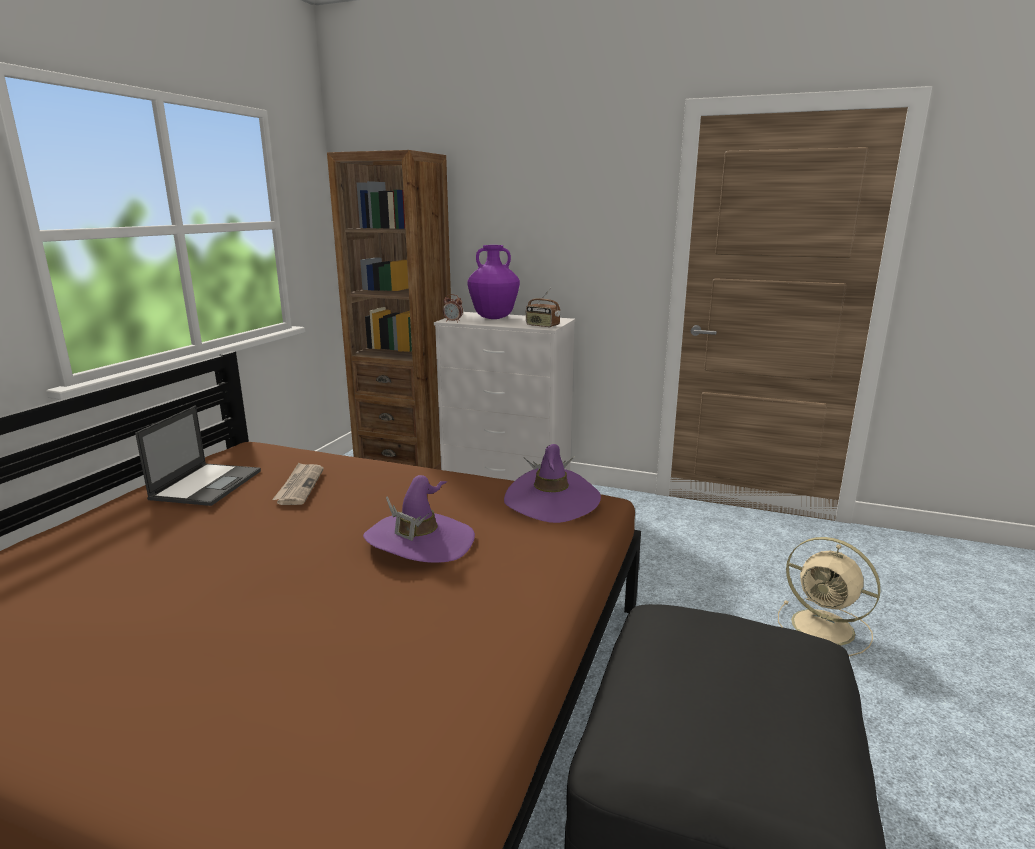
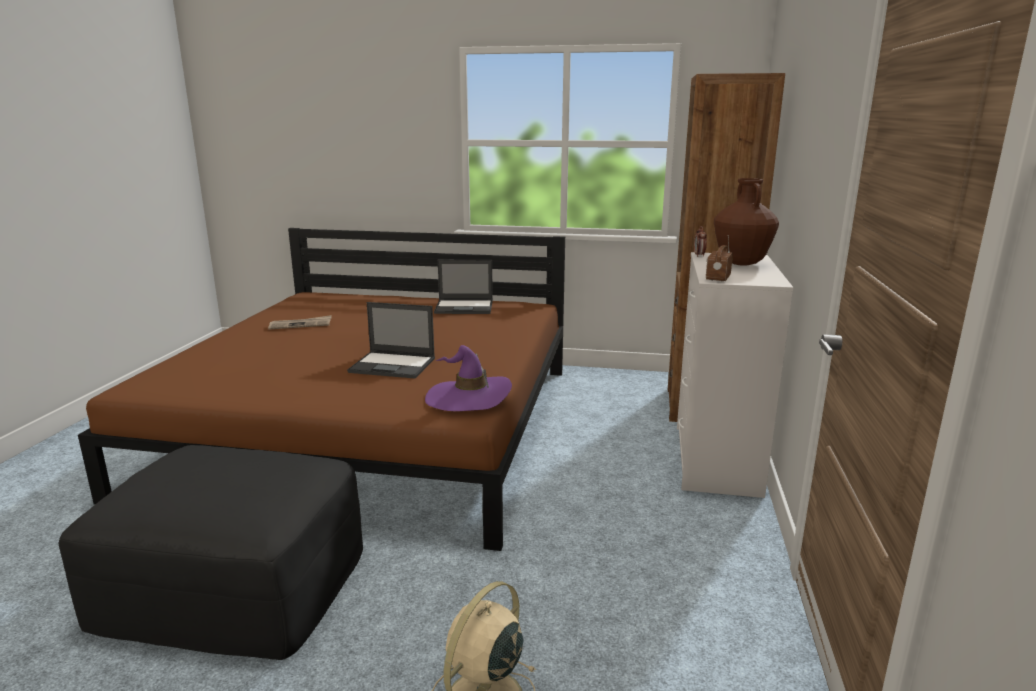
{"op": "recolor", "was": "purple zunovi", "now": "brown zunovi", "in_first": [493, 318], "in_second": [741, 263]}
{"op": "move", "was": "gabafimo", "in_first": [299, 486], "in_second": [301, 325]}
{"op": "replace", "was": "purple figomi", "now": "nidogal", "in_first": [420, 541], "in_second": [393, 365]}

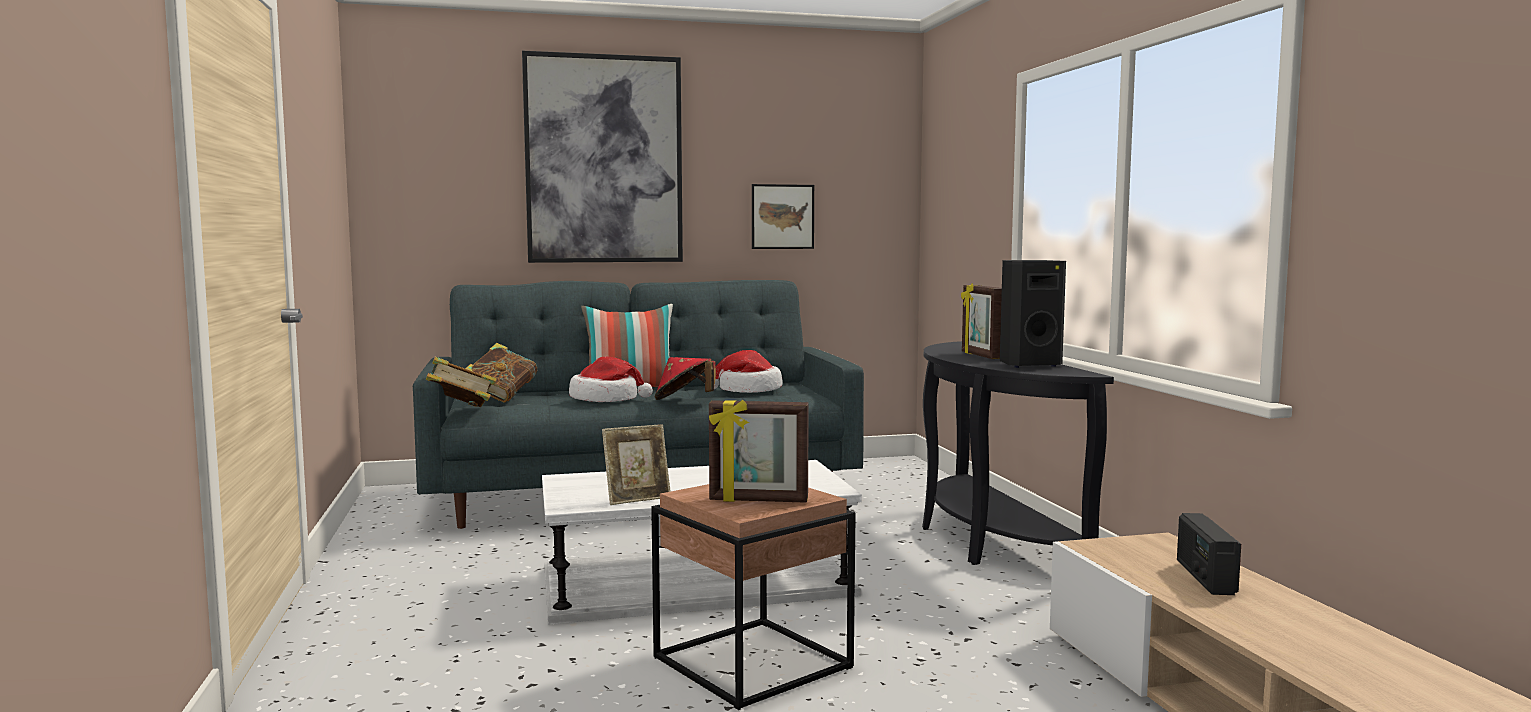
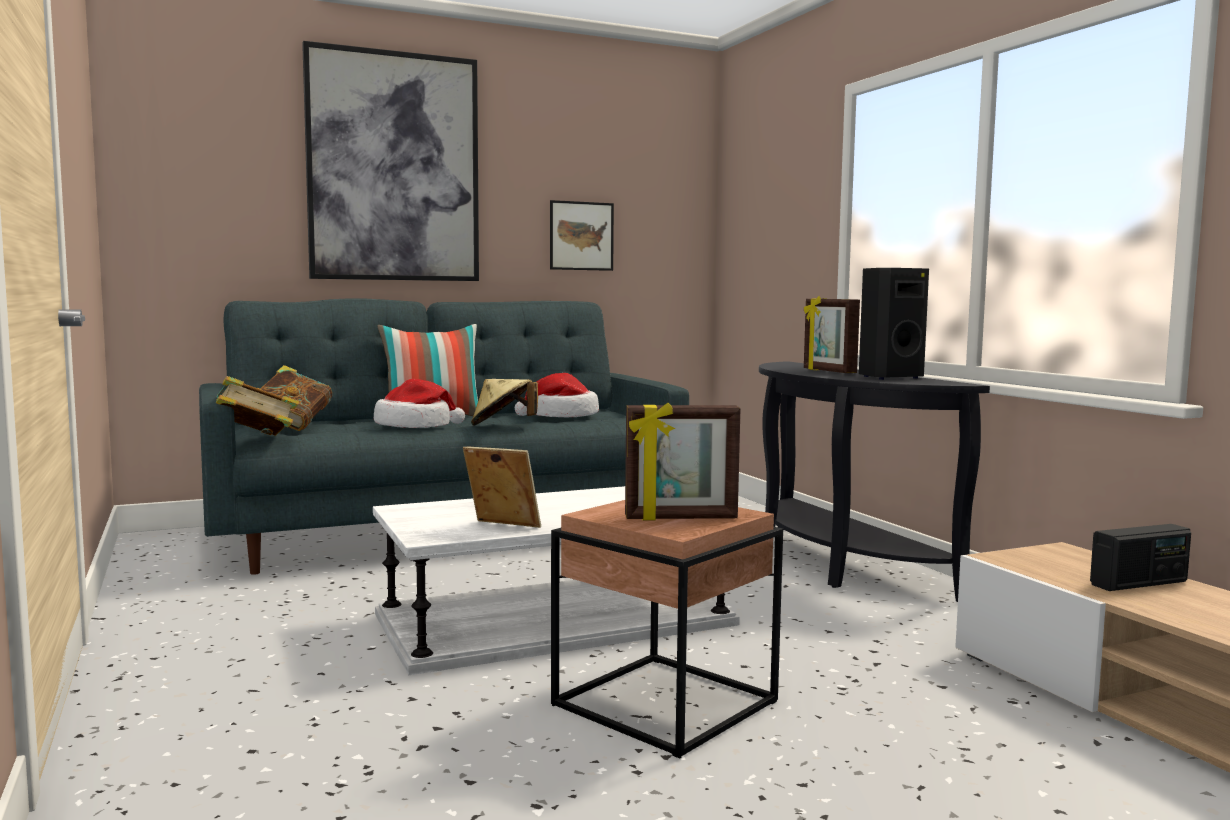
{"op": "recolor", "was": "red figomi", "now": "beige figomi", "in_first": [684, 400], "in_second": [502, 425]}
{"op": "rotate", "was": "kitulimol", "in_first": [637, 499], "in_second": [502, 527], "clockwise": -120}
{"op": "rotate", "was": "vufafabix", "in_first": [1204, 577], "in_second": [1139, 583], "clockwise": -105}

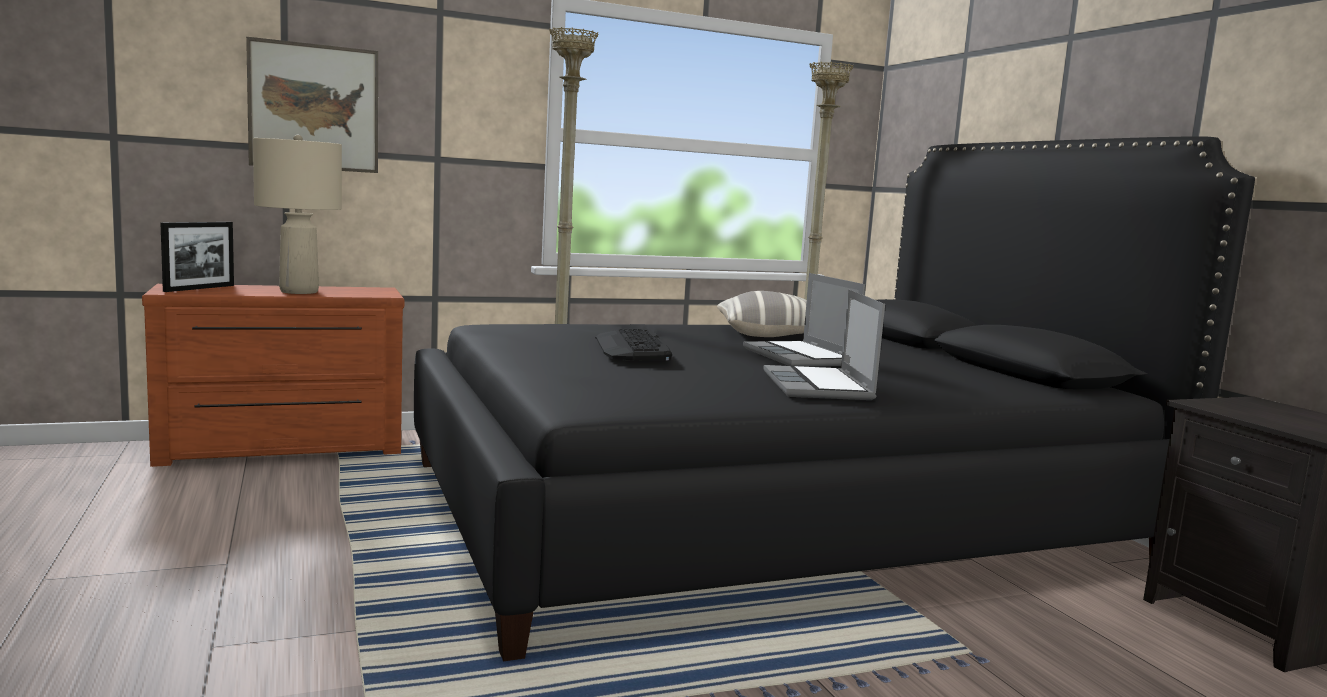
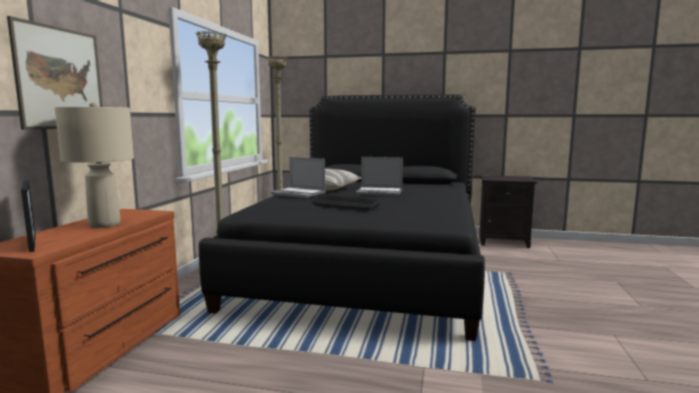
{"op": "move", "was": "nidogal", "in_first": [819, 386], "in_second": [299, 194]}

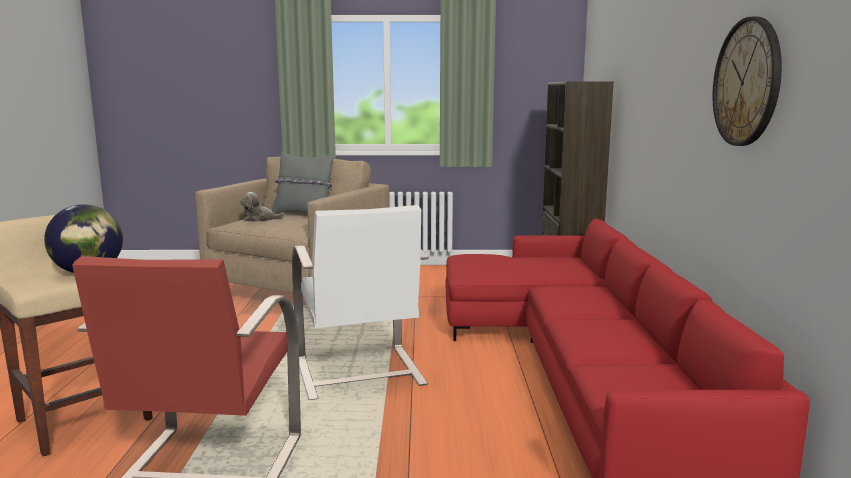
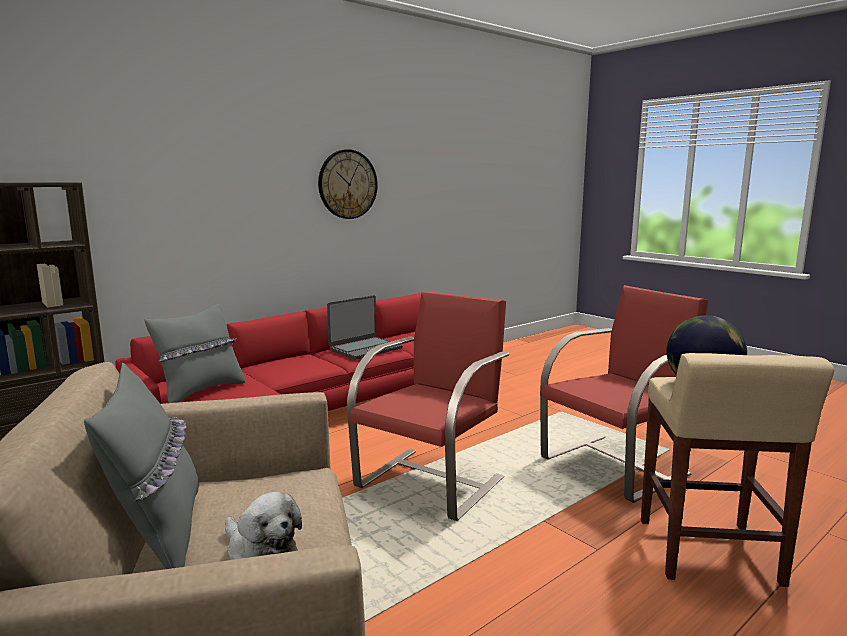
{"op": "recolor", "was": "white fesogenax", "now": "red fesogenax", "in_first": [359, 373], "in_second": [431, 481]}
{"op": "insert", "now": "nidogal", "in_second": [365, 349]}
{"op": "insert", "now": "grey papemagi", "in_second": [201, 392]}

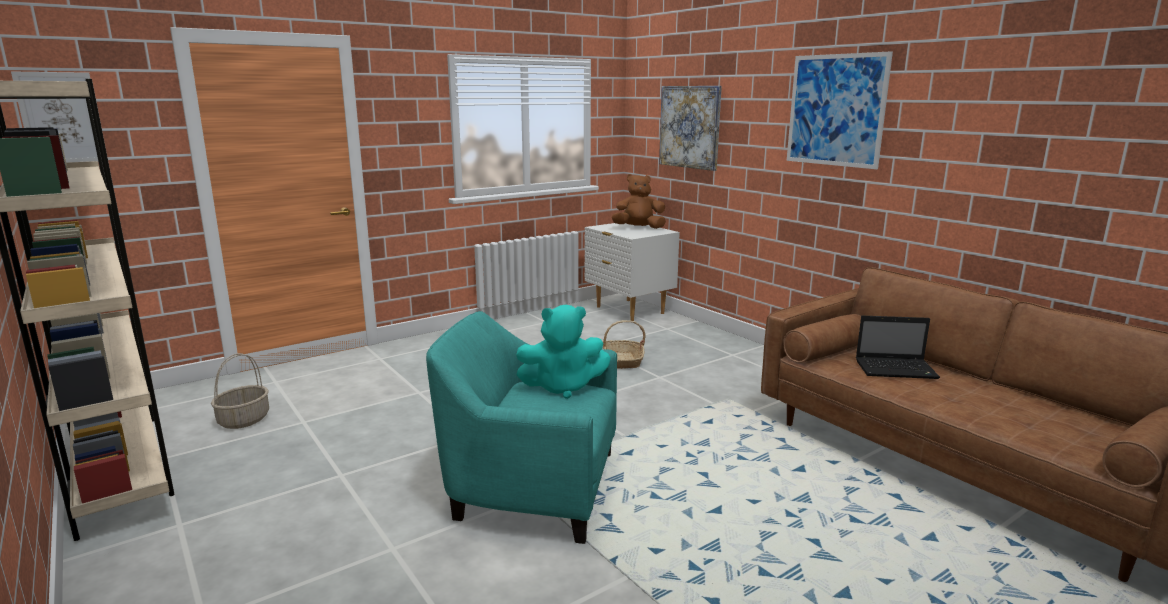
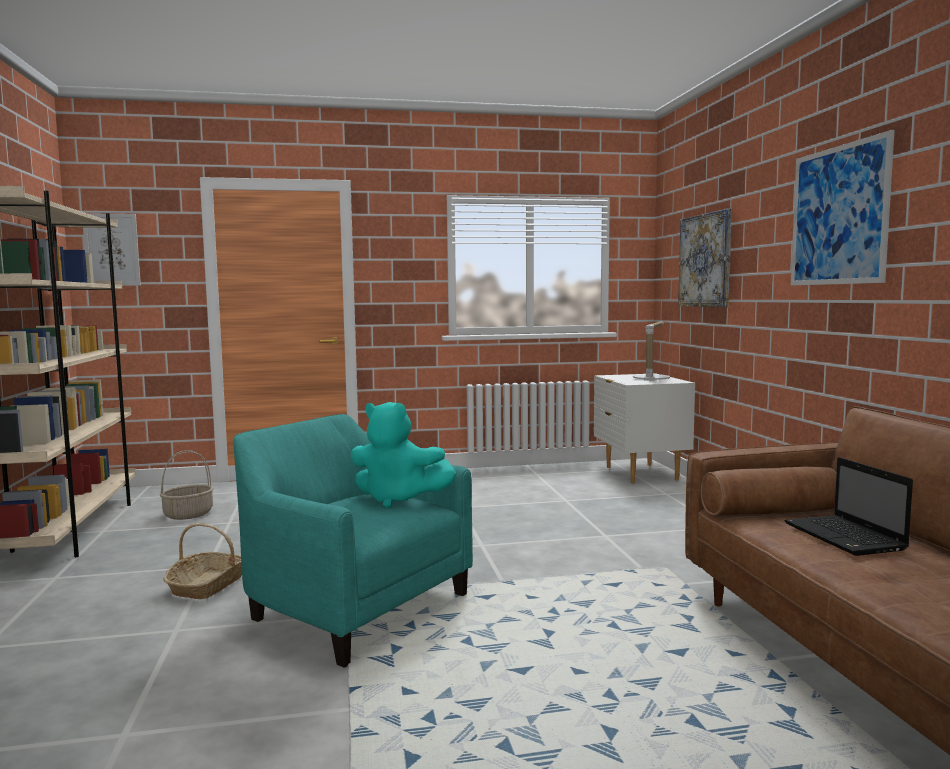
{"op": "replace", "was": "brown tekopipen", "now": "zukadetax", "in_first": [638, 228], "in_second": [652, 378]}
{"op": "rotate", "was": "nidogal", "in_first": [897, 369], "in_second": [846, 537], "clockwise": 45}
{"op": "move", "was": "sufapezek", "in_first": [622, 360], "in_second": [207, 585]}

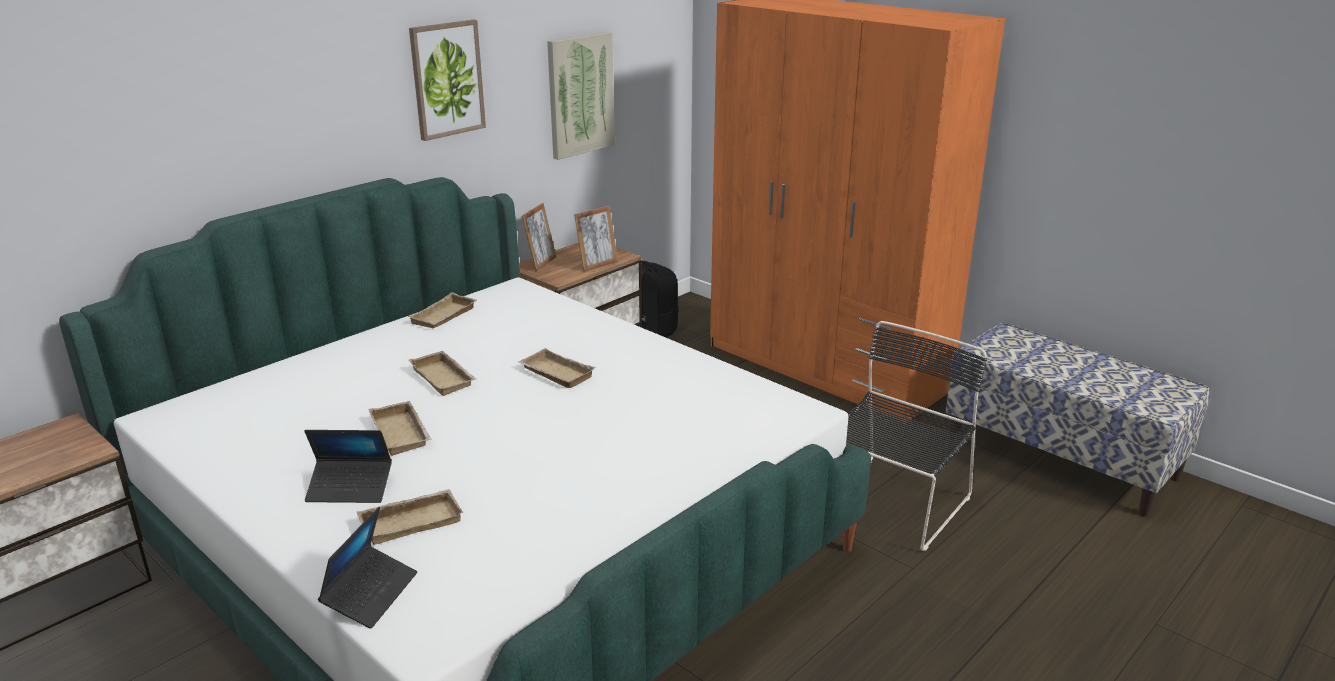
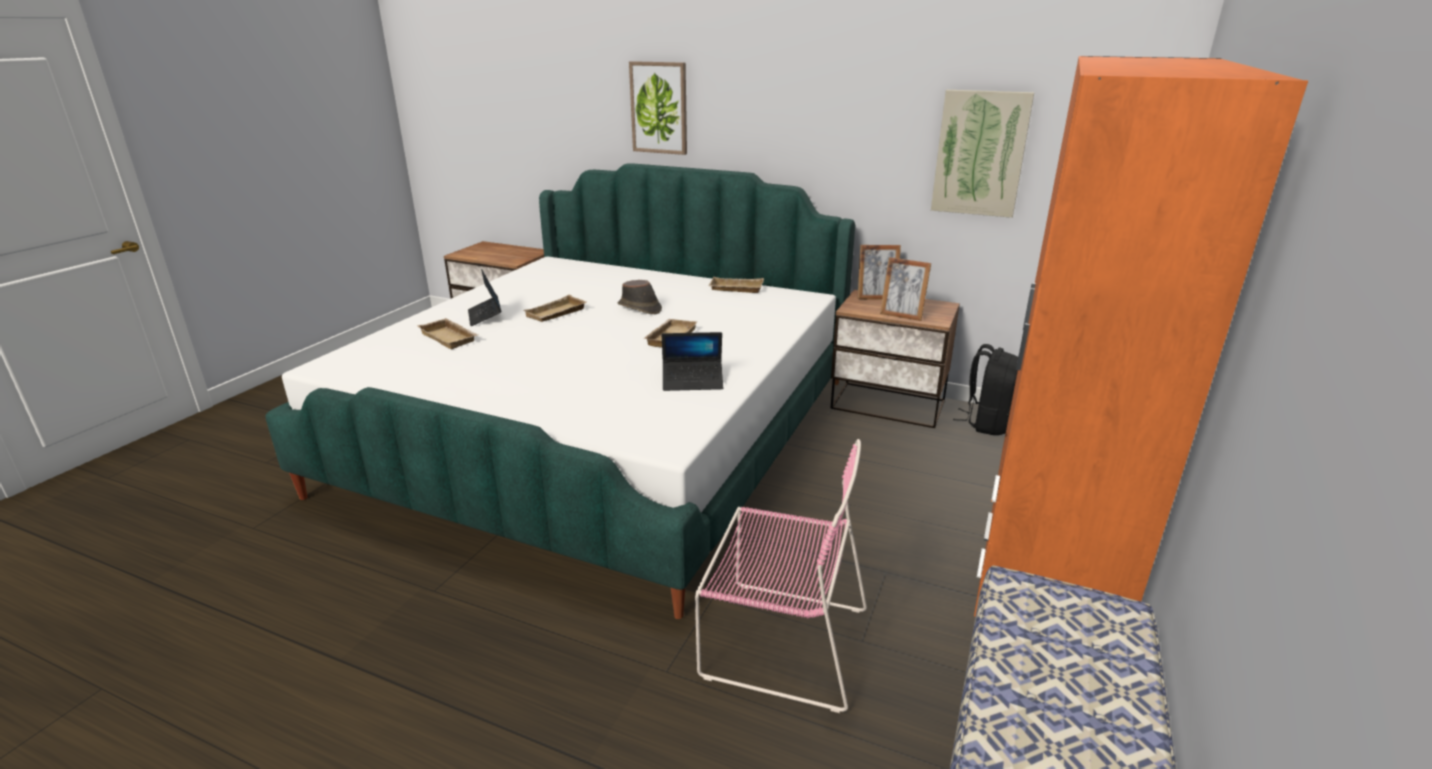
{"op": "move", "was": "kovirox", "in_first": [447, 79], "in_second": [659, 108]}
{"op": "recolor", "was": "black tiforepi", "now": "pink tiforepi", "in_first": [892, 505], "in_second": [779, 640]}
{"op": "replace", "was": "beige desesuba", "now": "brown figomi", "in_first": [445, 378], "in_second": [639, 308]}
{"op": "move", "was": "nidogal", "in_first": [371, 594], "in_second": [693, 381]}

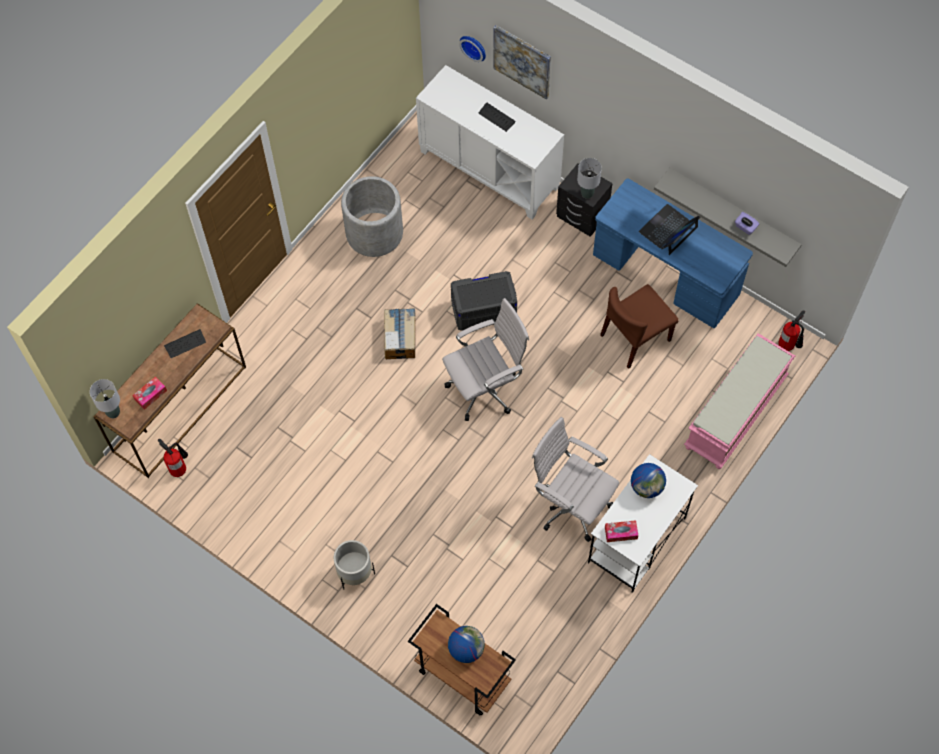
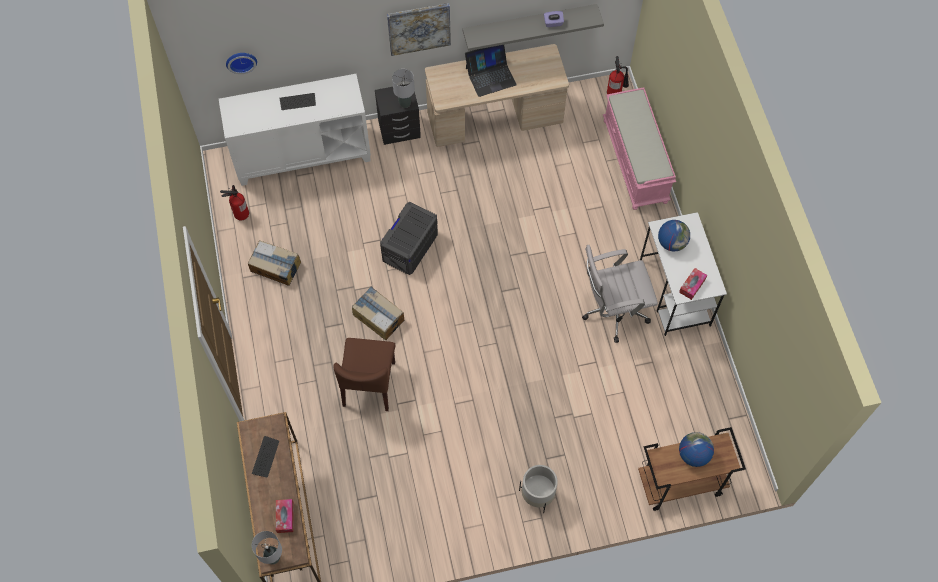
{"op": "move", "was": "kovirox", "in_first": [522, 61], "in_second": [419, 28]}
{"op": "replace", "was": "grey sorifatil", "now": "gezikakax", "in_first": [374, 233], "in_second": [275, 267]}
{"op": "recolor", "was": "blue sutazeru", "now": "beige sutazeru", "in_first": [665, 275], "in_second": [495, 118]}
{"op": "rotate", "was": "nidogal", "in_first": [669, 230], "in_second": [490, 76], "clockwise": -105}
{"op": "move", "was": "brown tiforepi", "in_first": [635, 338], "in_second": [369, 384]}
{"op": "delete", "was": "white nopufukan", "in_first": [485, 388]}
{"op": "move", "was": "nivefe", "in_first": [179, 467], "in_second": [240, 213]}

